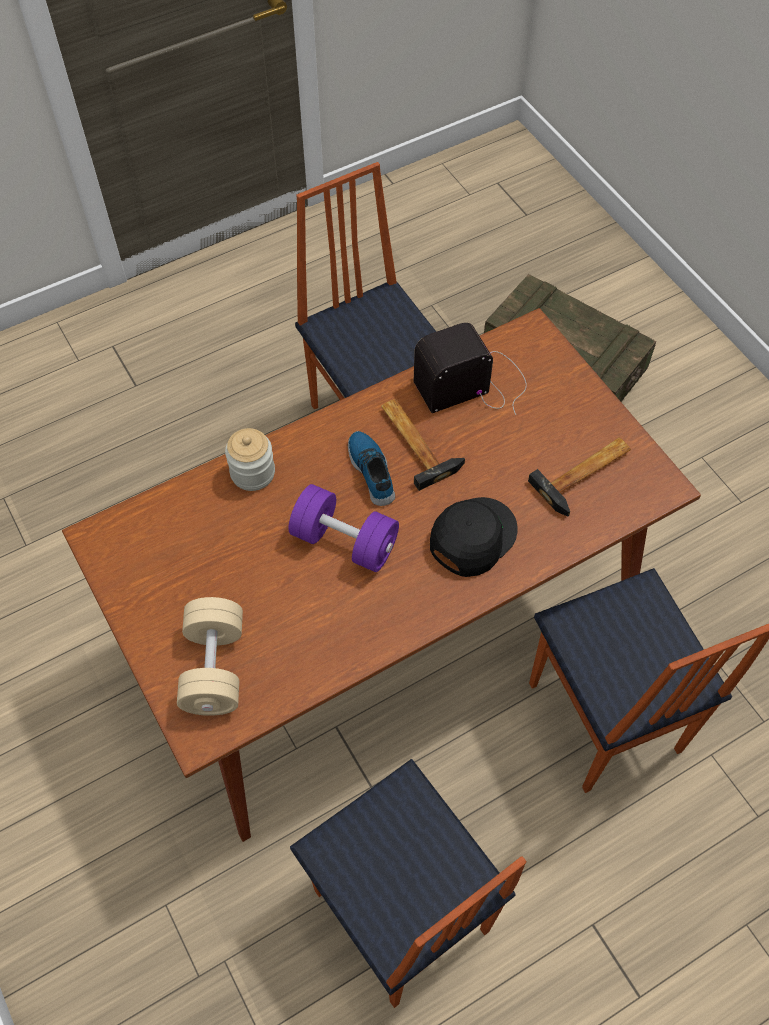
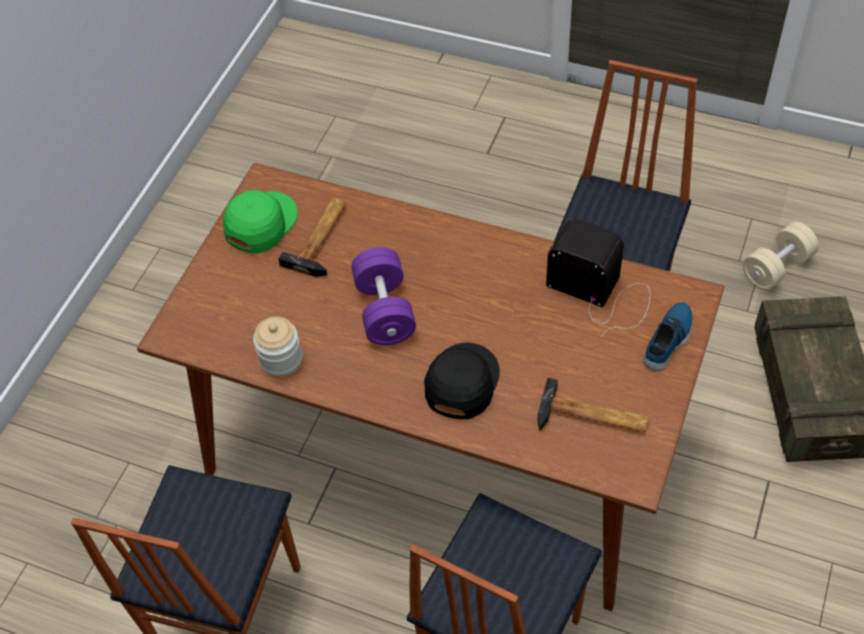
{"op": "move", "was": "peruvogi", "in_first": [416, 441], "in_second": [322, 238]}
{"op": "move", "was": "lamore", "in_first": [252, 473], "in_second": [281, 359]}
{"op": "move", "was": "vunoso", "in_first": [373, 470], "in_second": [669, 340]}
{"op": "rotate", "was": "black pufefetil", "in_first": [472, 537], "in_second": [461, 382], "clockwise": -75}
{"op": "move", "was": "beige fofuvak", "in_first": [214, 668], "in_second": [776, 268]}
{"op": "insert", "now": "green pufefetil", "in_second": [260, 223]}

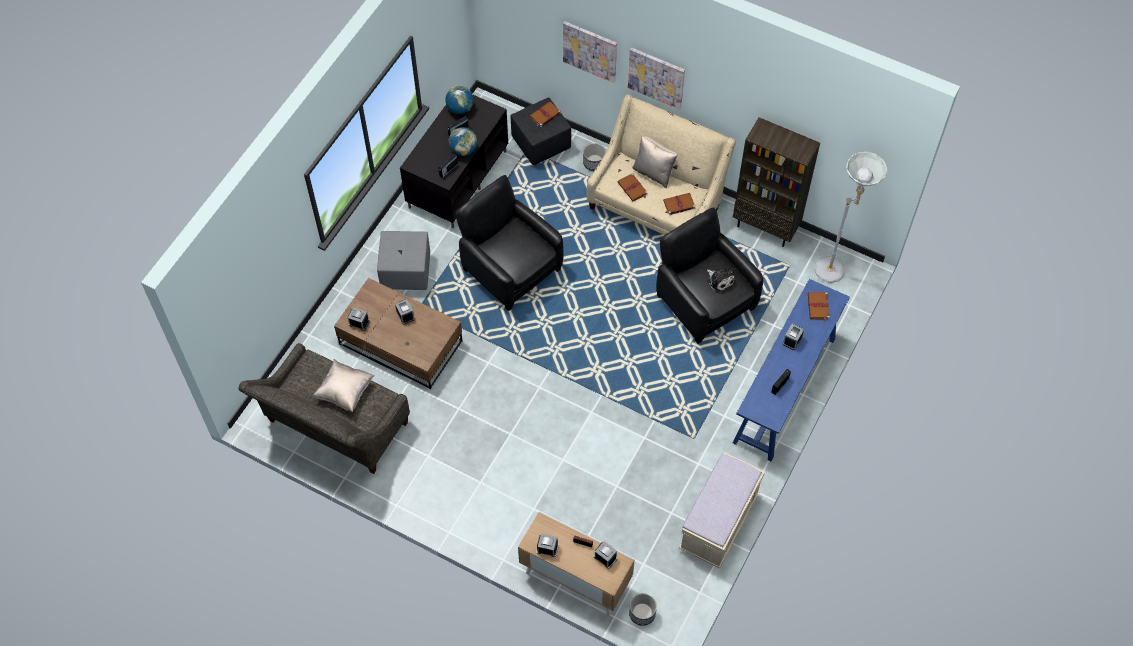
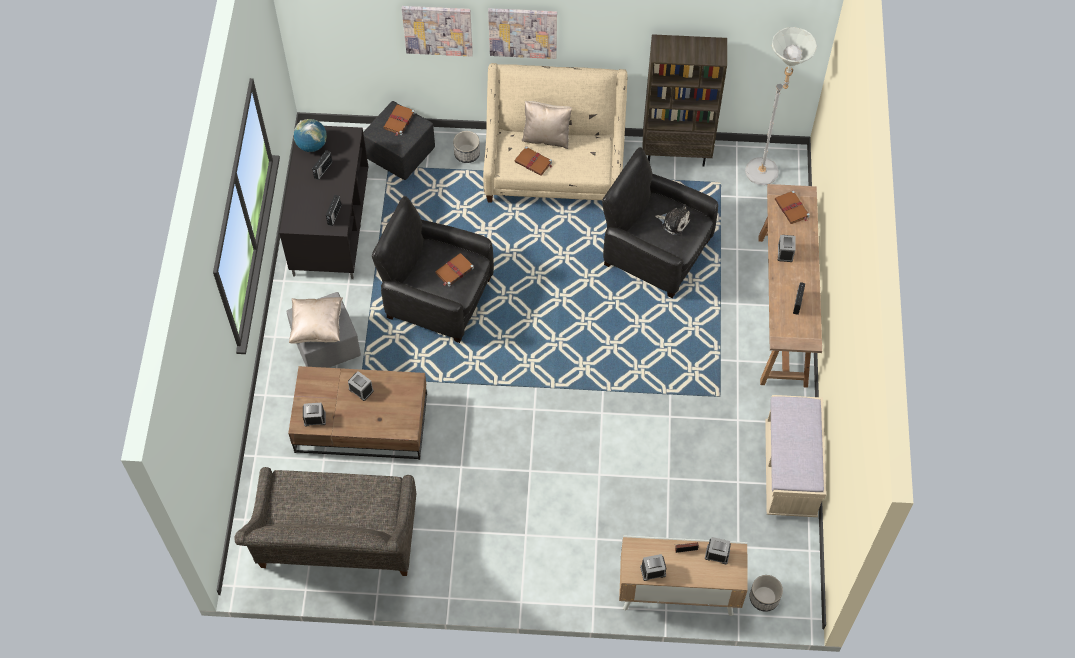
{"op": "delete", "was": "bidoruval", "in_first": [463, 150]}
{"op": "move", "was": "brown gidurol", "in_first": [678, 204], "in_second": [454, 271]}
{"op": "recolor", "was": "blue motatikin", "now": "brown motatikin", "in_first": [784, 390], "in_second": [782, 310]}
{"op": "move", "was": "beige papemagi", "in_first": [345, 391], "in_second": [317, 327]}

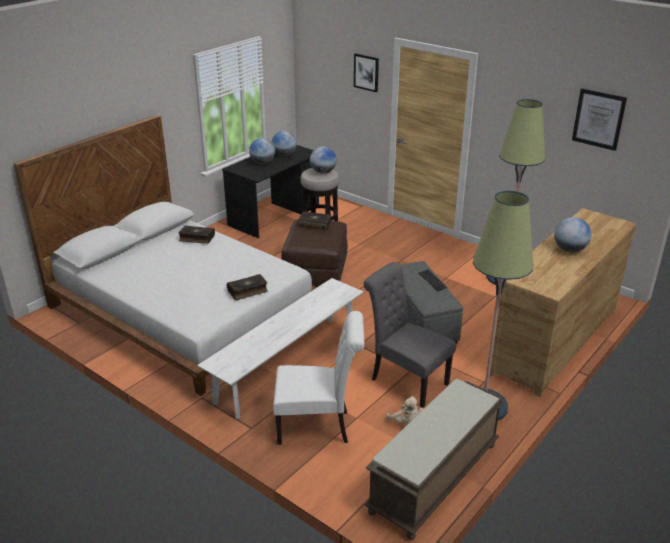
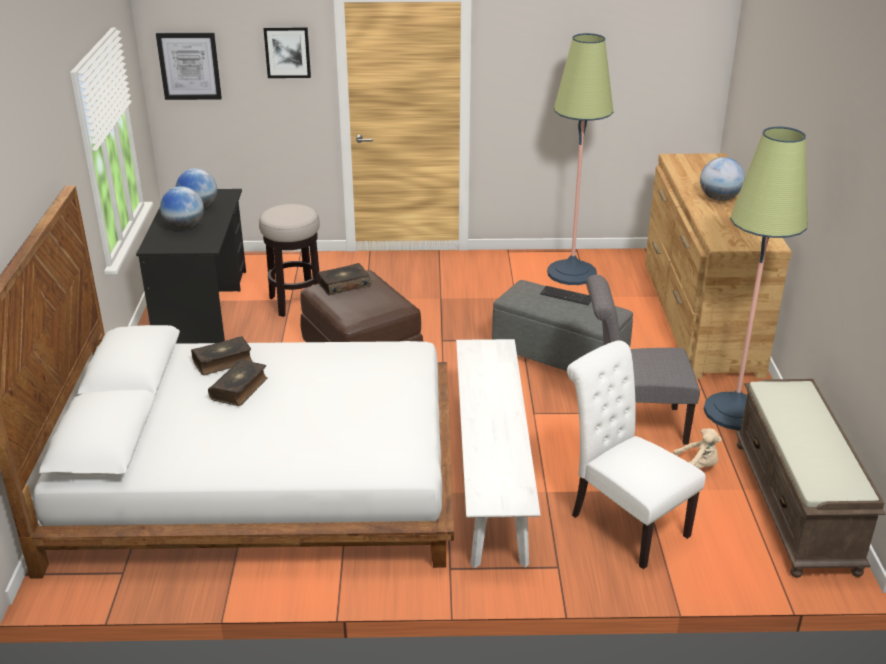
{"op": "move", "was": "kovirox", "in_first": [598, 119], "in_second": [189, 66]}
{"op": "delete", "was": "bidoruval", "in_first": [323, 172]}
{"op": "move", "was": "gidurol", "in_first": [248, 291], "in_second": [240, 389]}
{"op": "rotate", "was": "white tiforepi", "in_first": [318, 426], "in_second": [623, 522], "clockwise": -90}

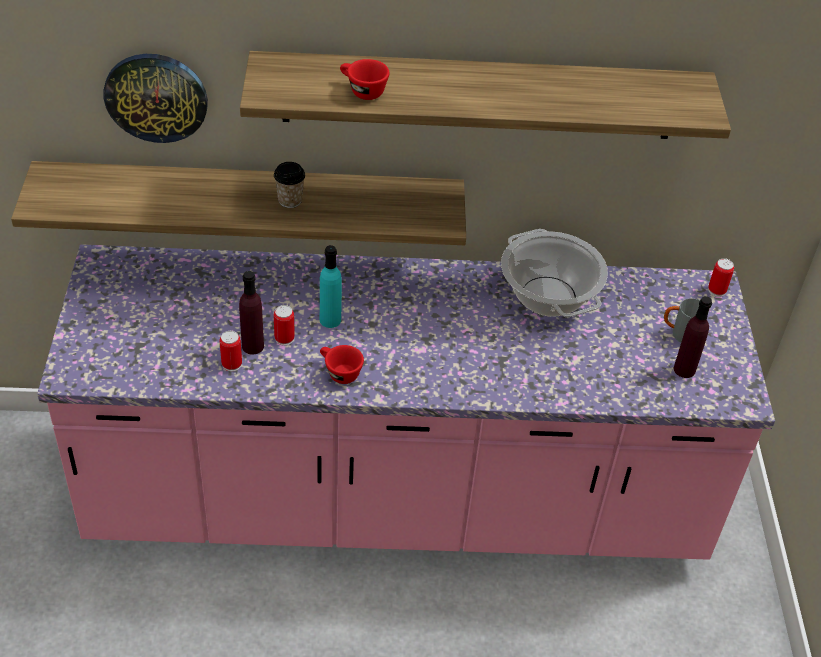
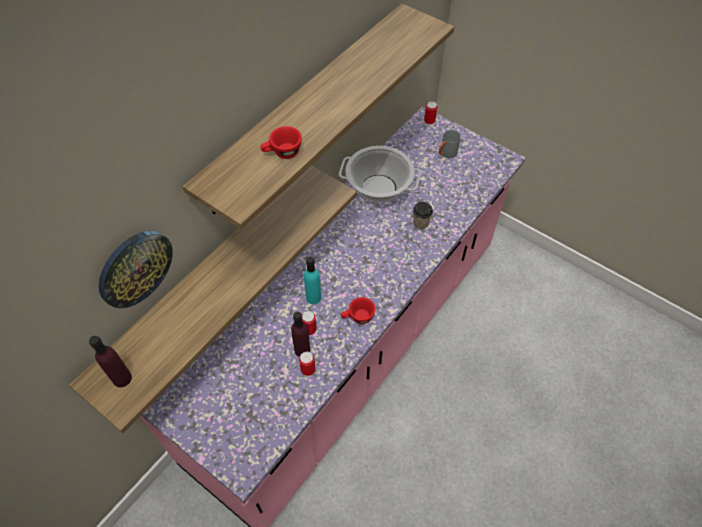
{"op": "move", "was": "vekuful", "in_first": [290, 200], "in_second": [420, 223]}
{"op": "move", "was": "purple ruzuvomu", "in_first": [684, 369], "in_second": [122, 378]}

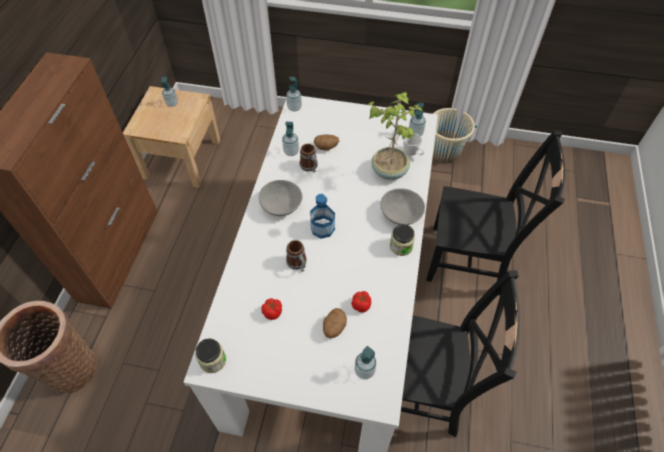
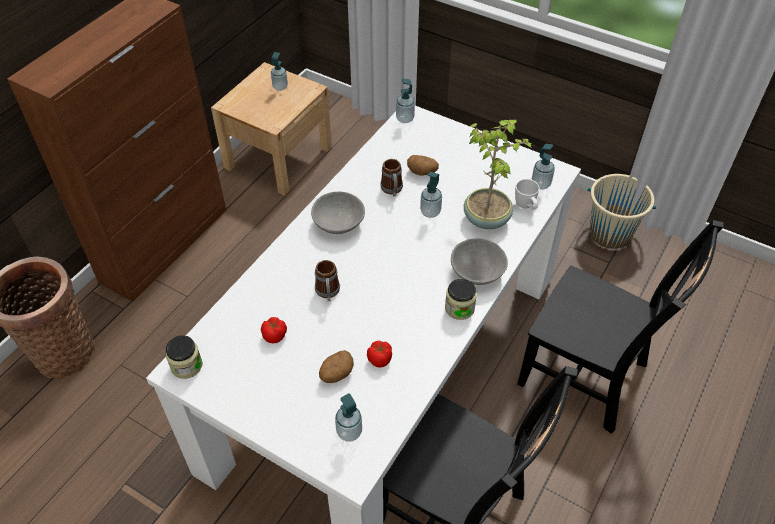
{"op": "move", "was": "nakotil", "in_first": [291, 152], "in_second": [430, 212]}
{"op": "delete", "was": "ruzuvomu", "in_first": [322, 228]}

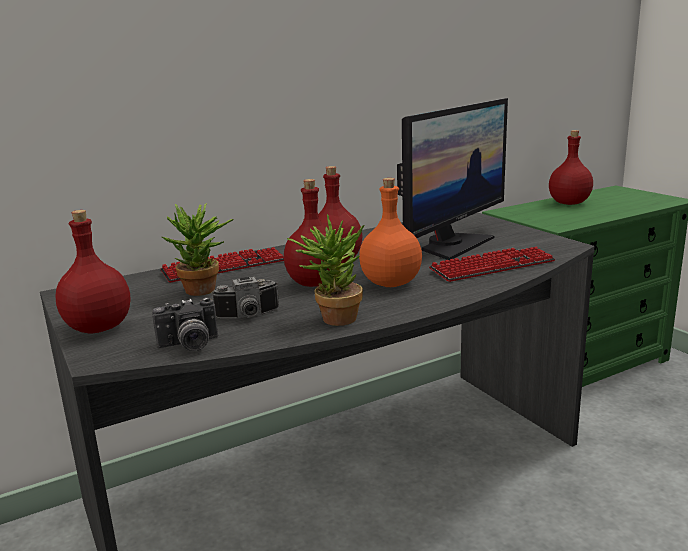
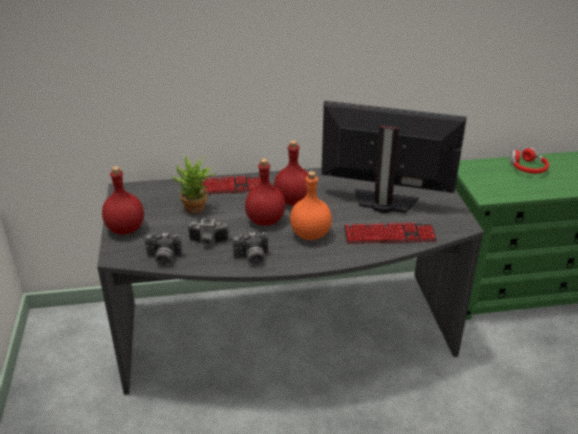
{"op": "rotate", "was": "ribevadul", "in_first": [452, 245], "in_second": [384, 203], "clockwise": -135}
{"op": "replace", "was": "red ruzuvomu", "now": "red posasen", "in_first": [569, 203], "in_second": [527, 168]}
{"op": "replace", "was": "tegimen", "now": "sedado", "in_first": [332, 318], "in_second": [252, 259]}

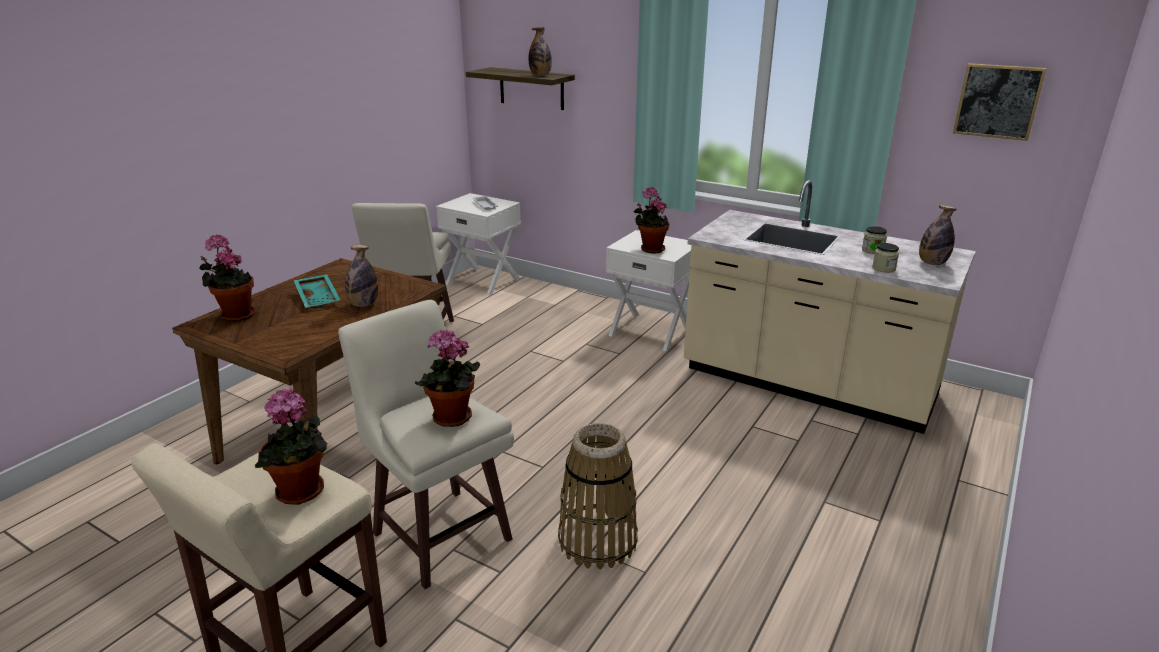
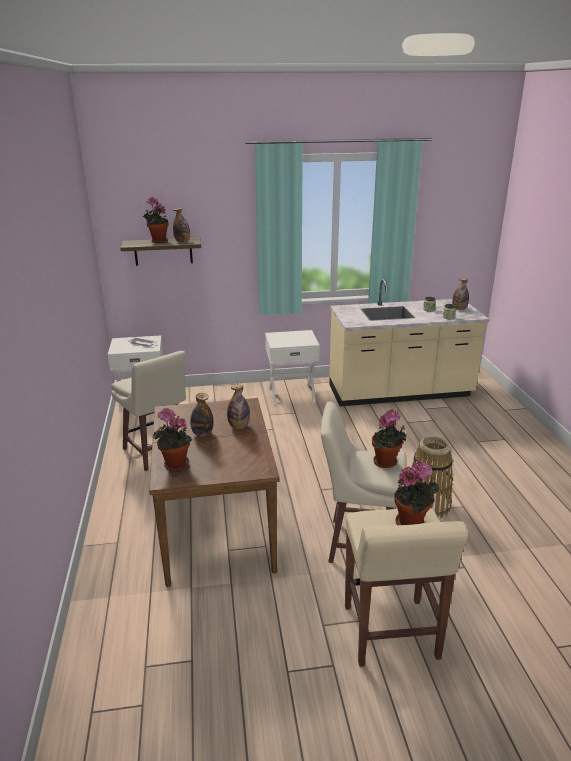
{"op": "delete", "was": "kovirox", "in_first": [998, 101]}
{"op": "move", "was": "tegimen", "in_first": [650, 249], "in_second": [158, 241]}
{"op": "replace", "was": "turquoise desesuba", "now": "ruzuvomu", "in_first": [319, 298], "in_second": [202, 434]}

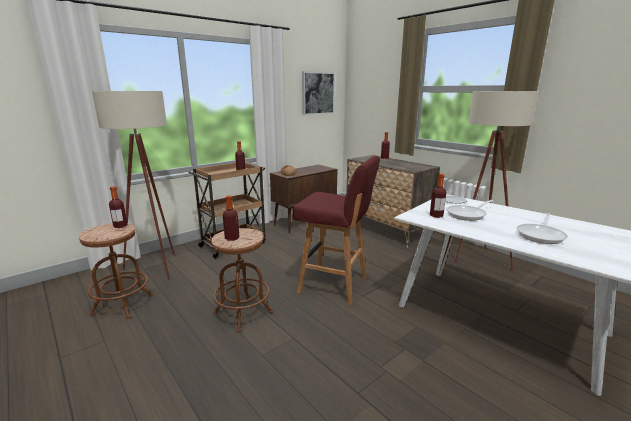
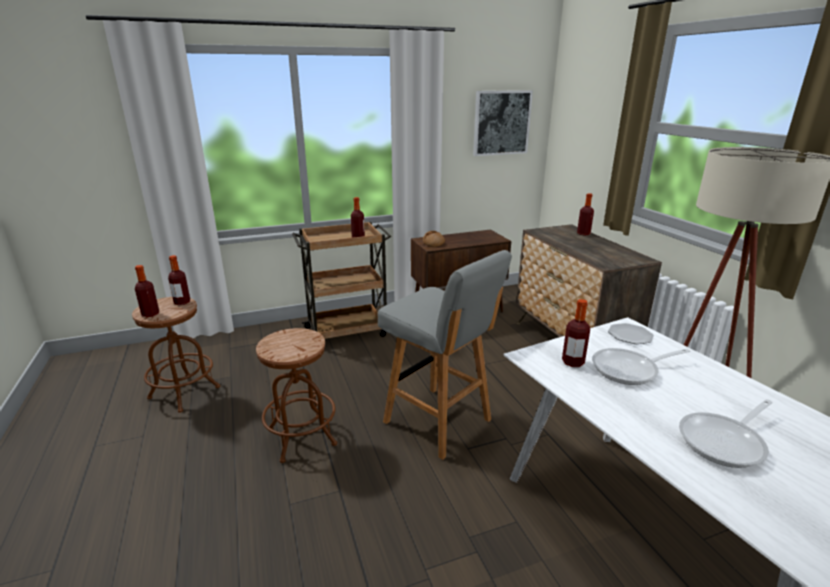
{"op": "delete", "was": "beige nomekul", "in_first": [158, 270]}
{"op": "recolor", "was": "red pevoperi", "now": "grey pevoperi", "in_first": [335, 285], "in_second": [439, 422]}
{"op": "move", "was": "ruzuvomu", "in_first": [232, 238], "in_second": [150, 314]}

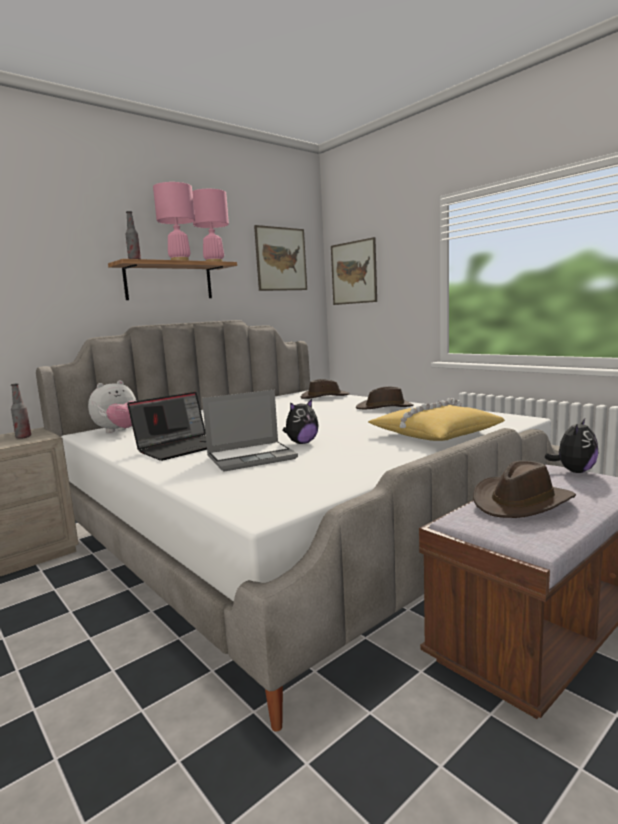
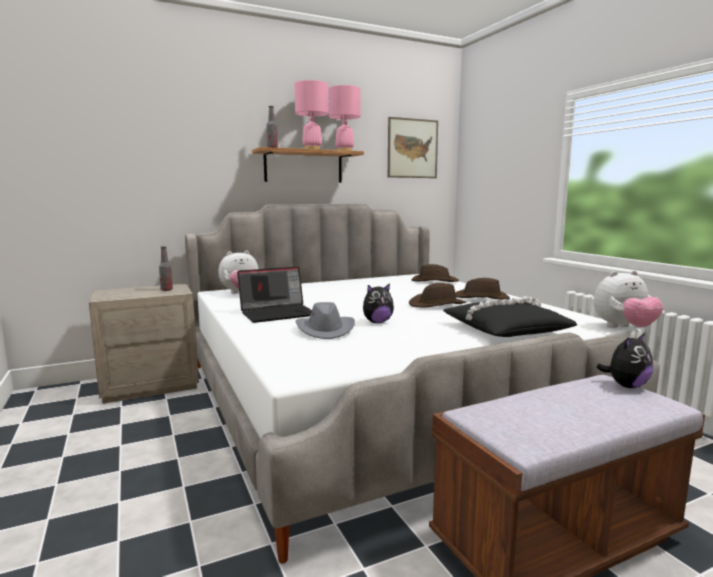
{"op": "delete", "was": "kovirox", "in_first": [353, 272]}
{"op": "replace", "was": "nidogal", "now": "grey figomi", "in_first": [252, 457], "in_second": [325, 330]}
{"op": "recolor", "was": "yellow papemagi", "now": "black papemagi", "in_first": [434, 434], "in_second": [505, 329]}
{"op": "move", "was": "brown figomi", "in_first": [521, 502], "in_second": [437, 305]}
{"op": "insert", "now": "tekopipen", "in_second": [624, 328]}

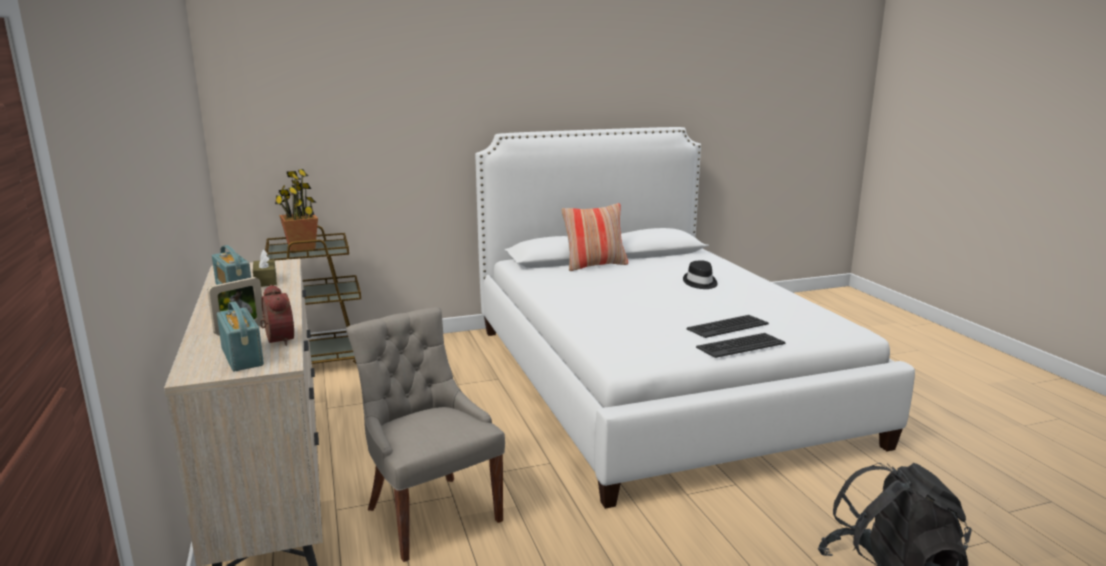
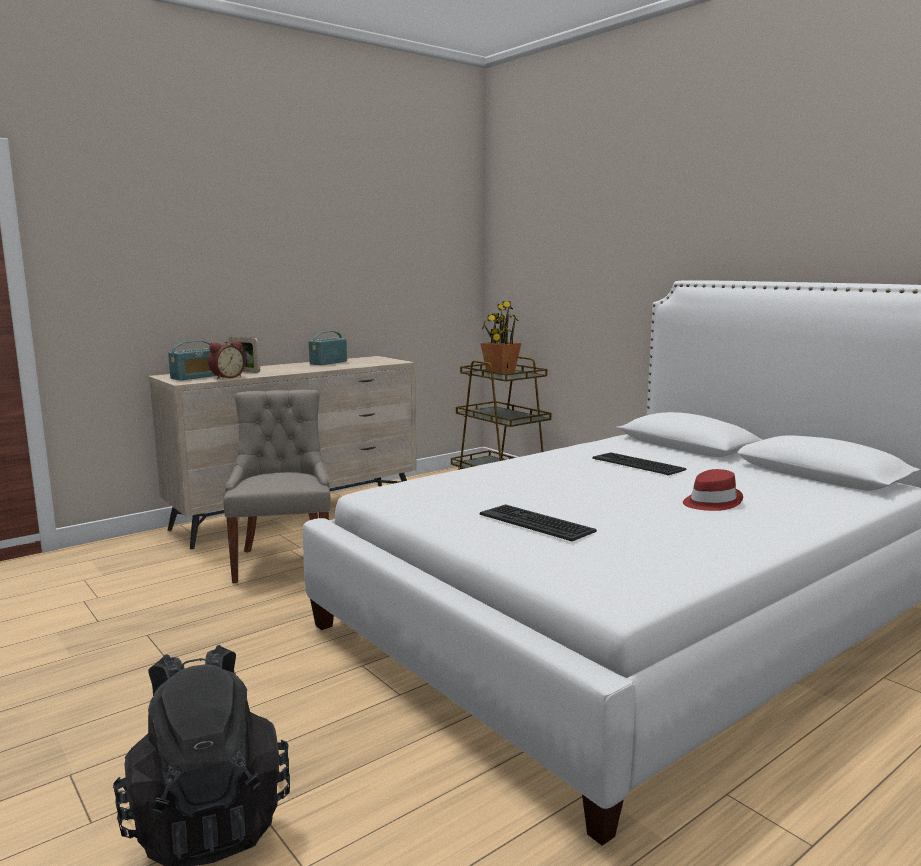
{"op": "delete", "was": "papemagi", "in_first": [595, 265]}
{"op": "delete", "was": "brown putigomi", "in_first": [265, 281]}
{"op": "recolor", "was": "black figomi", "now": "red figomi", "in_first": [700, 283], "in_second": [711, 502]}
{"op": "rotate", "was": "grey tiforepi", "in_first": [430, 513], "in_second": [283, 561], "clockwise": -45}
{"op": "move", "was": "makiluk", "in_first": [740, 346], "in_second": [638, 464]}

